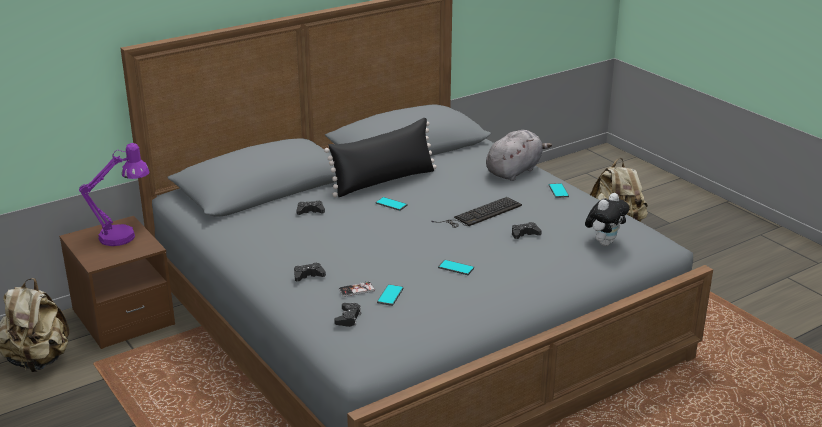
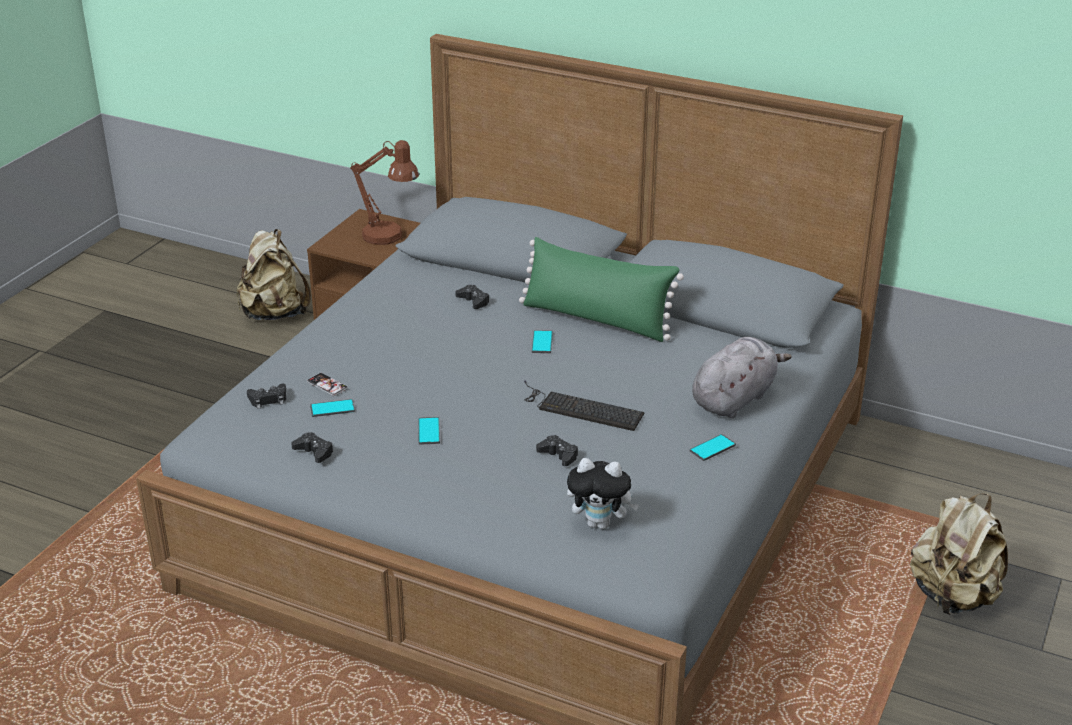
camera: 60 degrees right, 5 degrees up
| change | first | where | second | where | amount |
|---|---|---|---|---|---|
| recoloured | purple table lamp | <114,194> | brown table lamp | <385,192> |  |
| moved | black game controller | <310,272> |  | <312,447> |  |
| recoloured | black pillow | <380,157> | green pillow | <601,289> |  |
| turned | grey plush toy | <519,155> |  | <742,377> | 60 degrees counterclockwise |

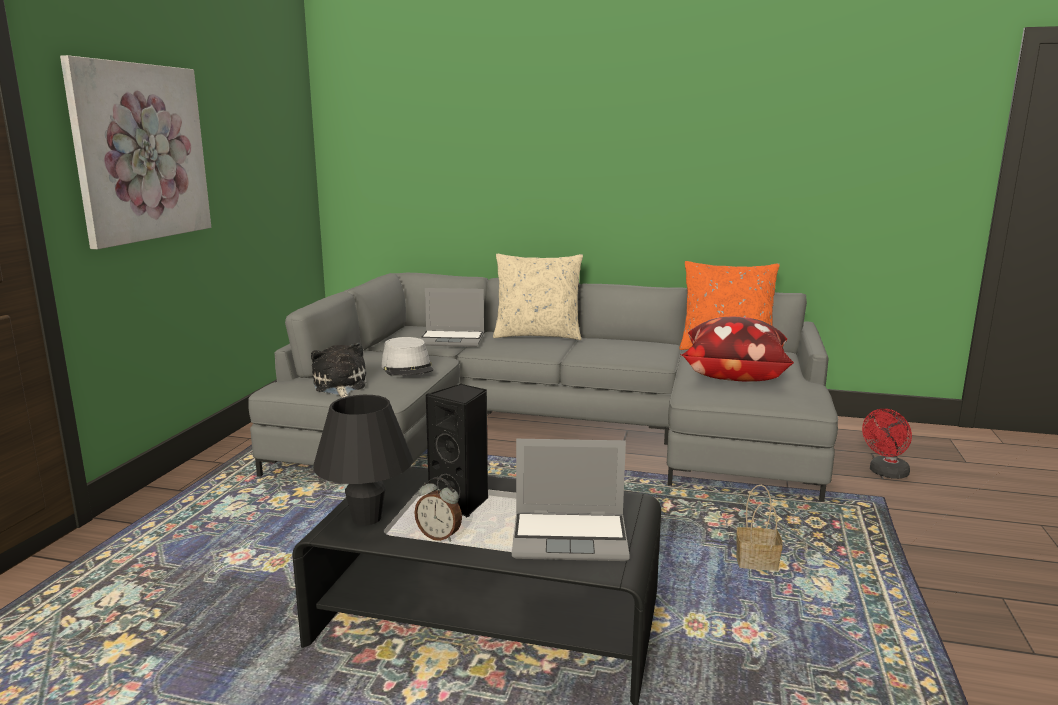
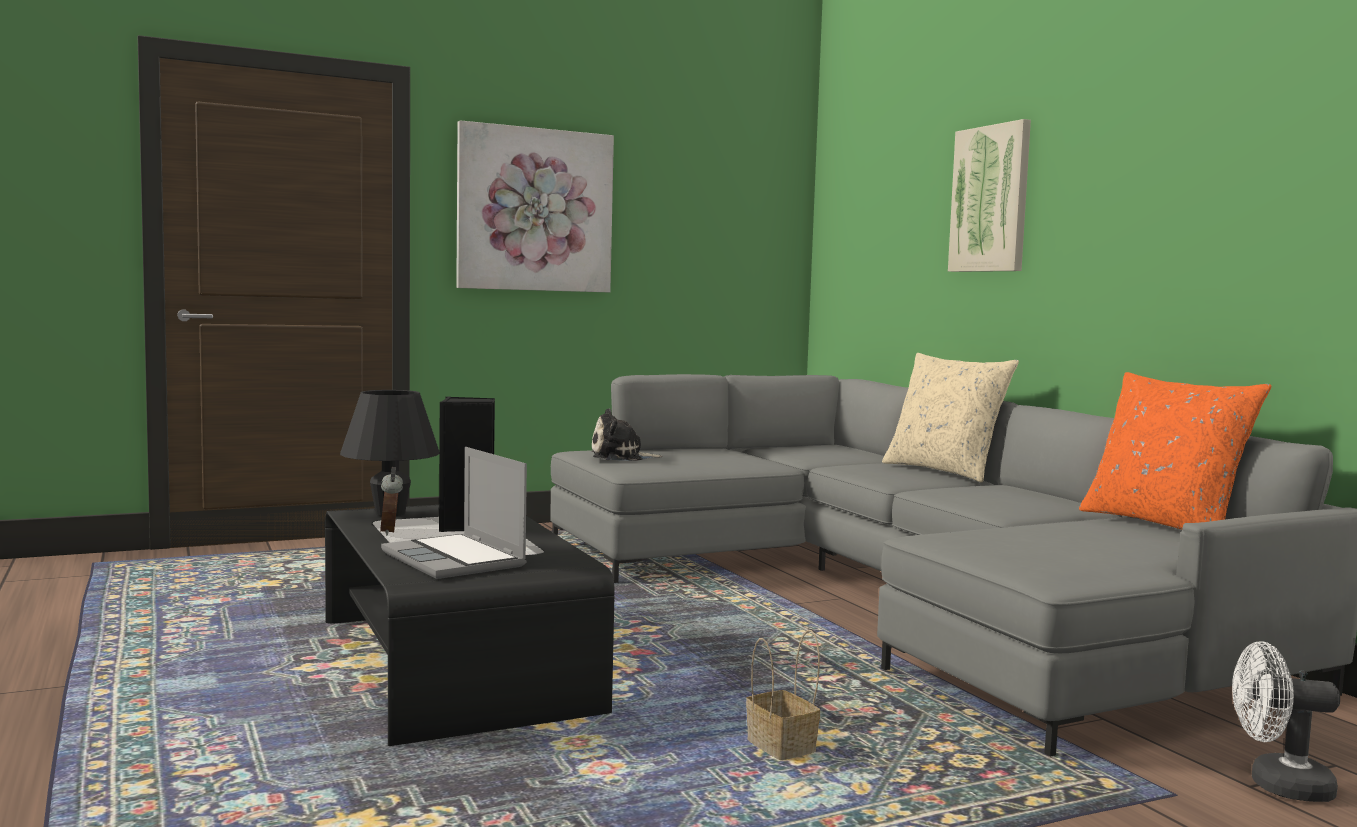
camera: 50 degrees right, 10 degrees down
| change | first | where | second | where | amount |
|---|---|---|---|---|---|
| turned | plush toy | <338,370> |  | <627,434> | 135 degrees counterclockwise |
| removed | grey hat | <407,356> |  |  |  |
| removed | laptop | <452,317> |  |  |  |
| removed | pillow | <737,349> |  |  |  |
| recoloured | red fan | <887,444> | white fan | <1286,721> |  |
| added |  |  | picture | <989,195> |  |

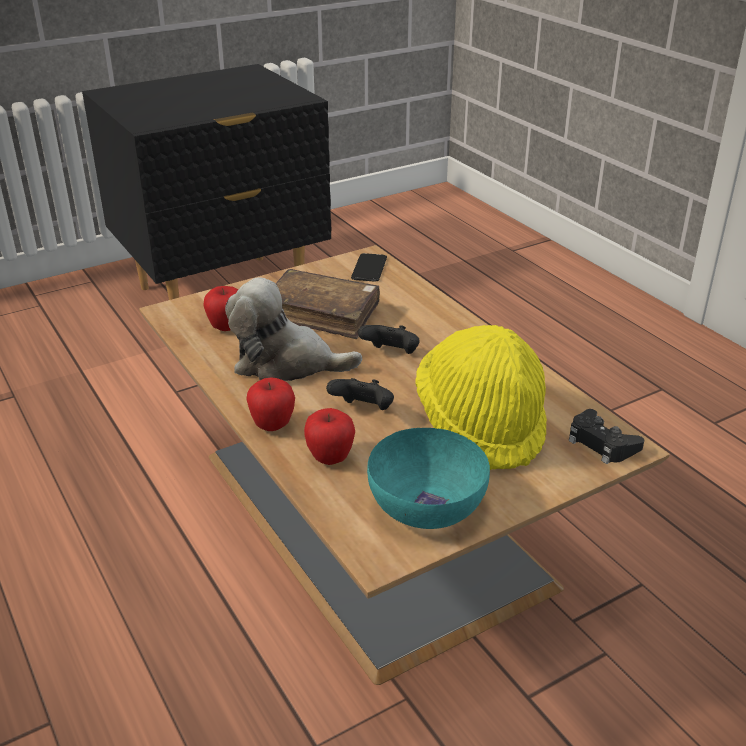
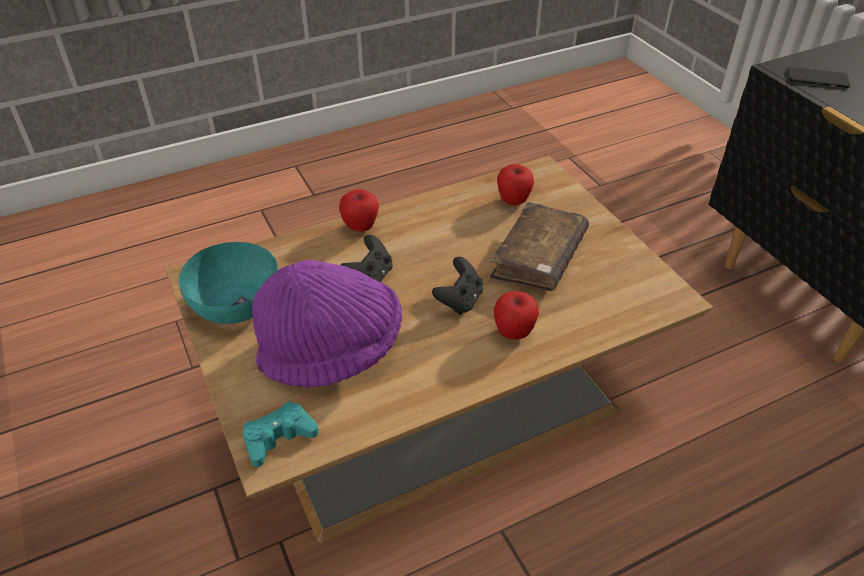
camera: 95 degrees right, 10 degrees up
| change | first | where | second | where | amount |
|---|---|---|---|---|---|
| removed | plush toy | <293,329> |  |  |  |
| moved | apple | <329,436> |  | <516,315> |  |
| moved | phone | <369,267> |  | <819,77> |  |
| recoloured | yellow hat | <481,397> | purple hat | <327,324> |  |
| recoloured | black game controller | <606,436> | turquoise game controller | <280,434> |  |

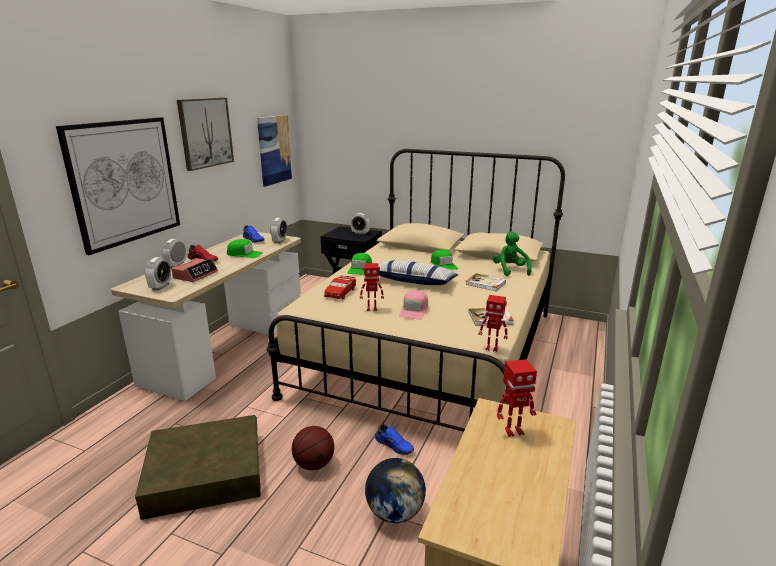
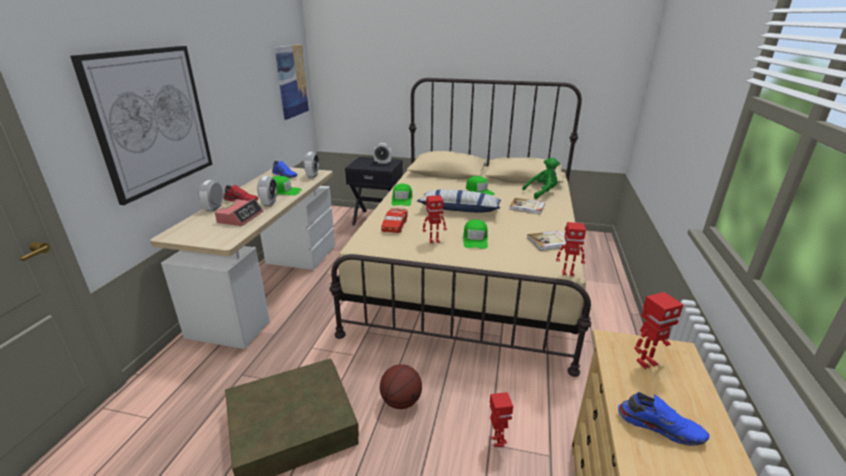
camera: 10 degrees left, 5 degrees up
| change | first | where | second | where | amount |
|---|---|---|---|---|---|
| moved | alarm clock | <158,273> |  | <267,191> |  |
| removed | picture | <205,134> |  |  |  |
| replaced | globe | <395,490> | toy robot | <501,419> |  |
| moved | blue shoe | <394,439> |  | <663,419> |  |
| recoloured | pink cap | <413,305> | green cap | <475,234> |  |
| turned | green plush toy | <512,253> |  | <541,178> | 90 degrees clockwise |

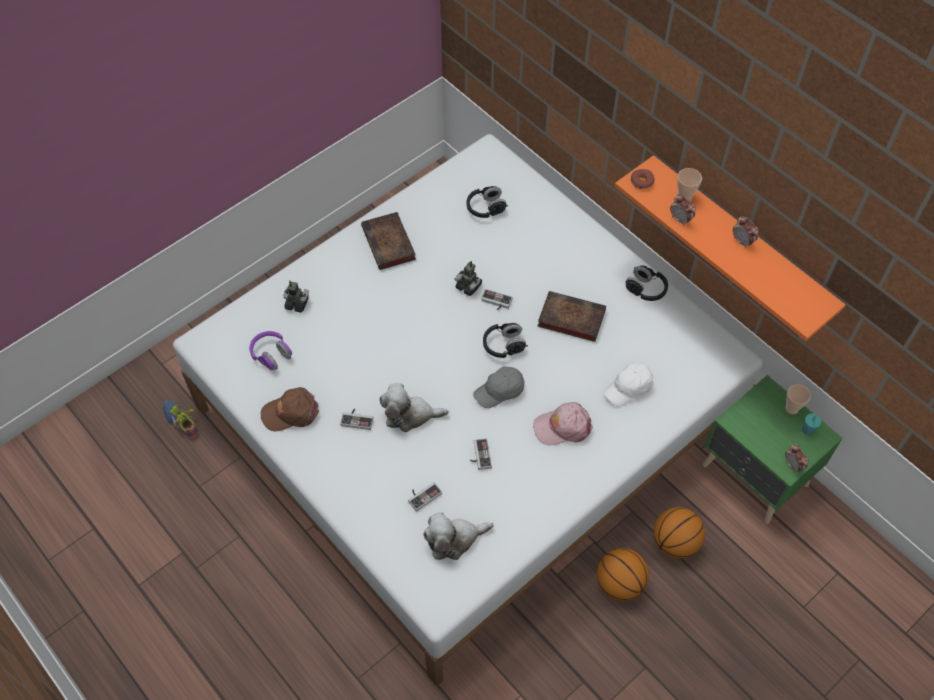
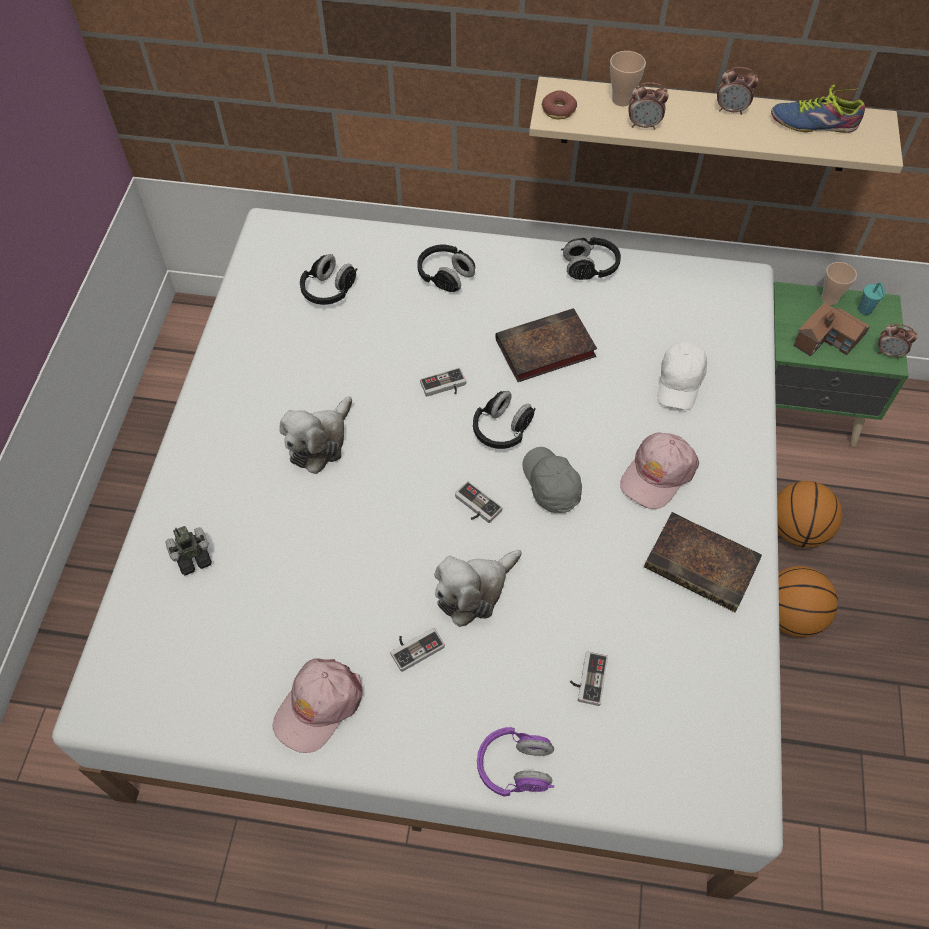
camera: 40 degrees left, 0 degrees up
| change | first | where | second | where | amount |
|---|---|---|---|---|---|
| moved | shoe | <180,419> |  | <818,109> |  |
| moved | purple headphones | <270,350> |  | <515,762> |  |
| recoloured | brown cap | <290,409> | pink cap | <318,705> |  |
| moved | book | <388,241> |  | <703,562> |  |
| moved | plush toy | <458,536> |  | <316,435> |  |
| removed | toy robot | <468,278> |  |  |  |
| moved | game controller | <481,454> |  | <479,502> |  |
| turned | grey cap | <499,387> |  | <552,480> | 135 degrees clockwise |
| recoloured | orange shelf | <730,248> | beige shelf | <716,125> |  |
| added |  |  | black headphones | <446,268> |  |
| added |  |  | toy house | <832,329> |  |

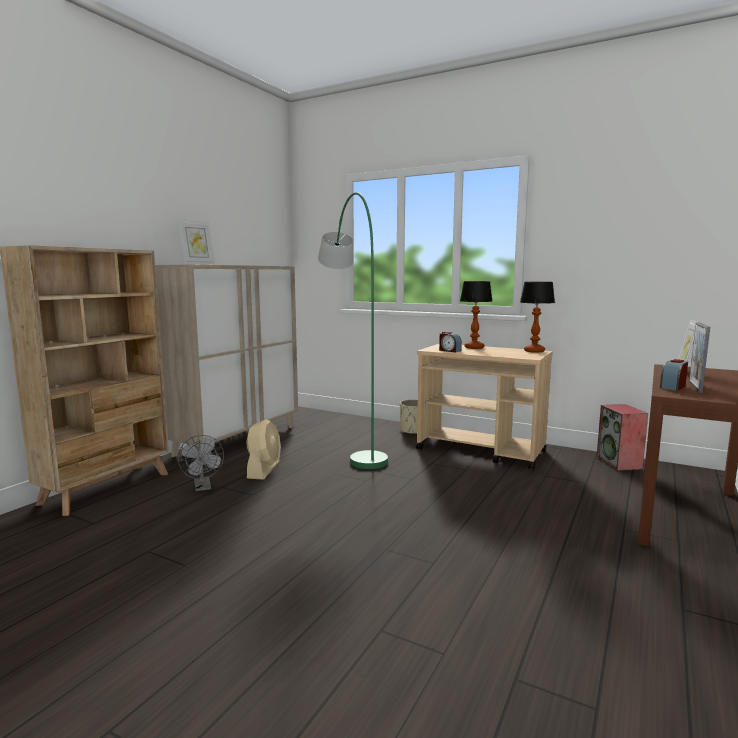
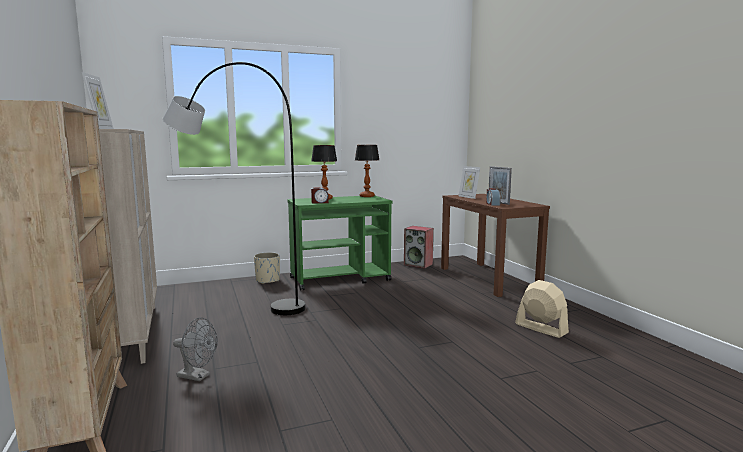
camera: 50 degrees left, 0 degrees up
| change | first | where | second | where | amount |
|---|---|---|---|---|---|
| moved | beige fan | <263,449> |  | <542,309> |  |
| recoloured | green floor lamp | <353,330> | grey floor lamp | <234,188> |  |
| recoloured | beige cart | <484,407> | green cart | <339,243> |  |

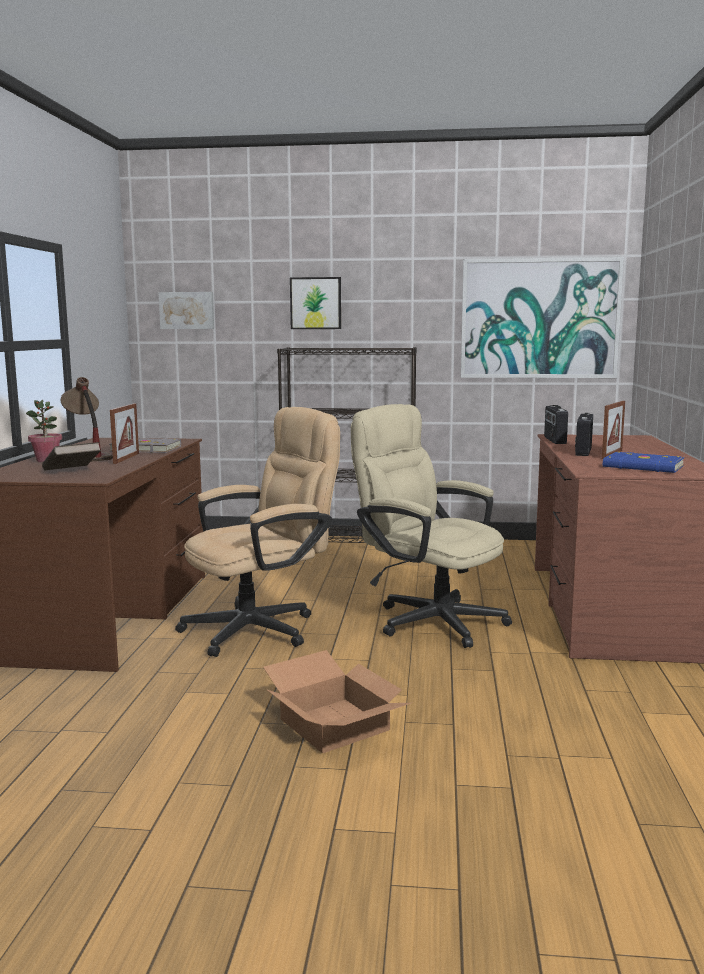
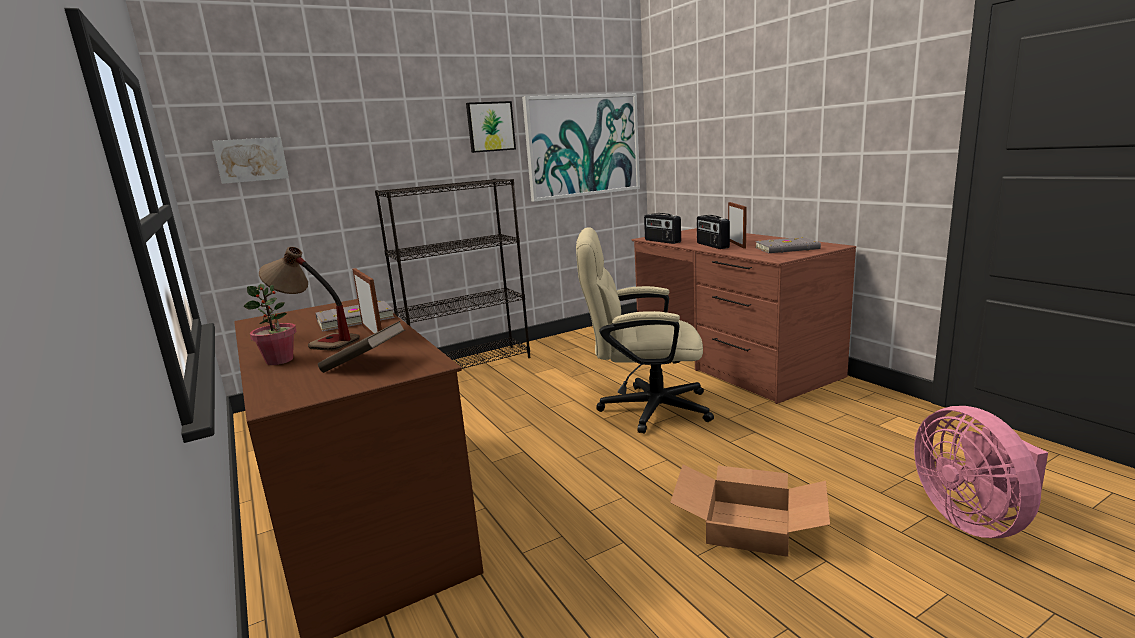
camera: 35 degrees left, 5 degrees up
| change | first | where | second | where | amount |
|---|---|---|---|---|---|
| removed | beige office chair | <257,532> |  |  |  |
| moved | picture | <315,303> |  | <491,127> |  |
| recoloured | blue book | <643,462> | grey book | <788,245> |  |
| added |  |  | pink fan | <981,472> |  |

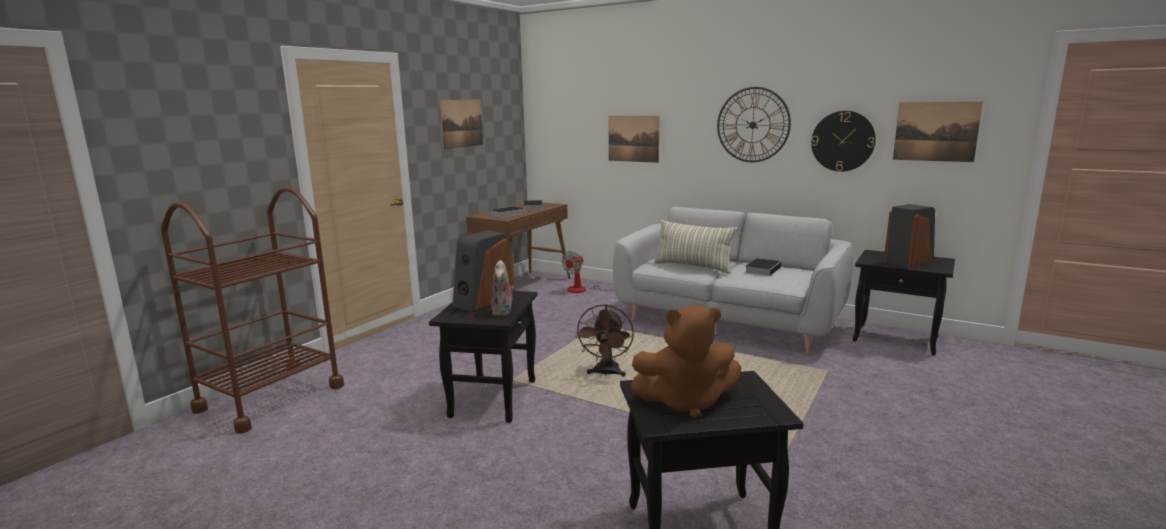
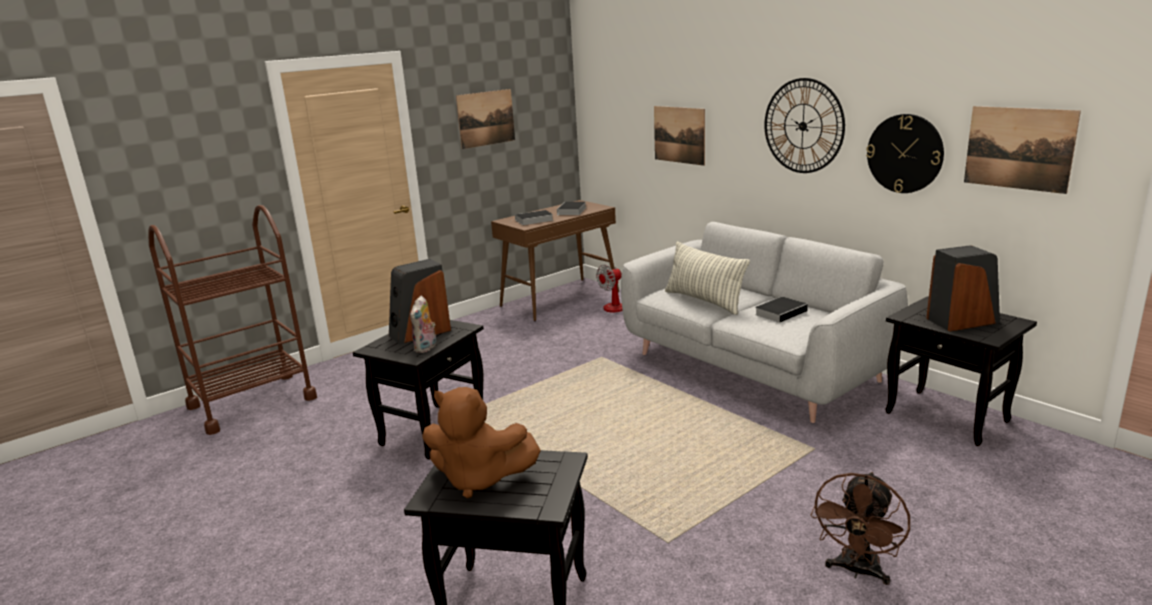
camera: 20 degrees right, 5 degrees up
| change | first | where | second | where | amount |
|---|---|---|---|---|---|
| moved | brown fan | <604,340> |  | <860,528> |  |

